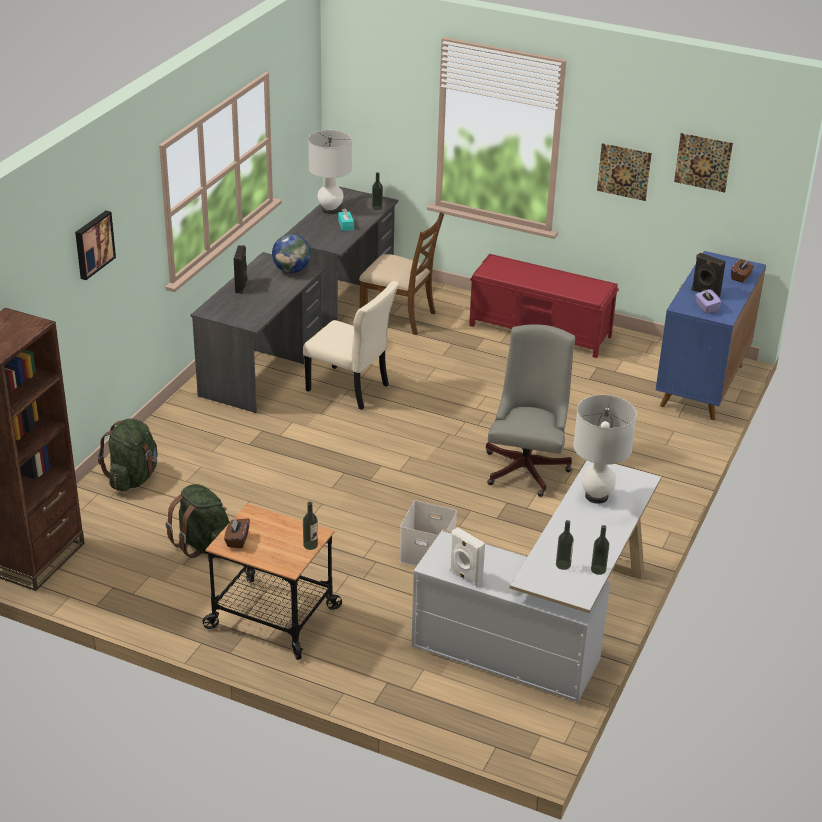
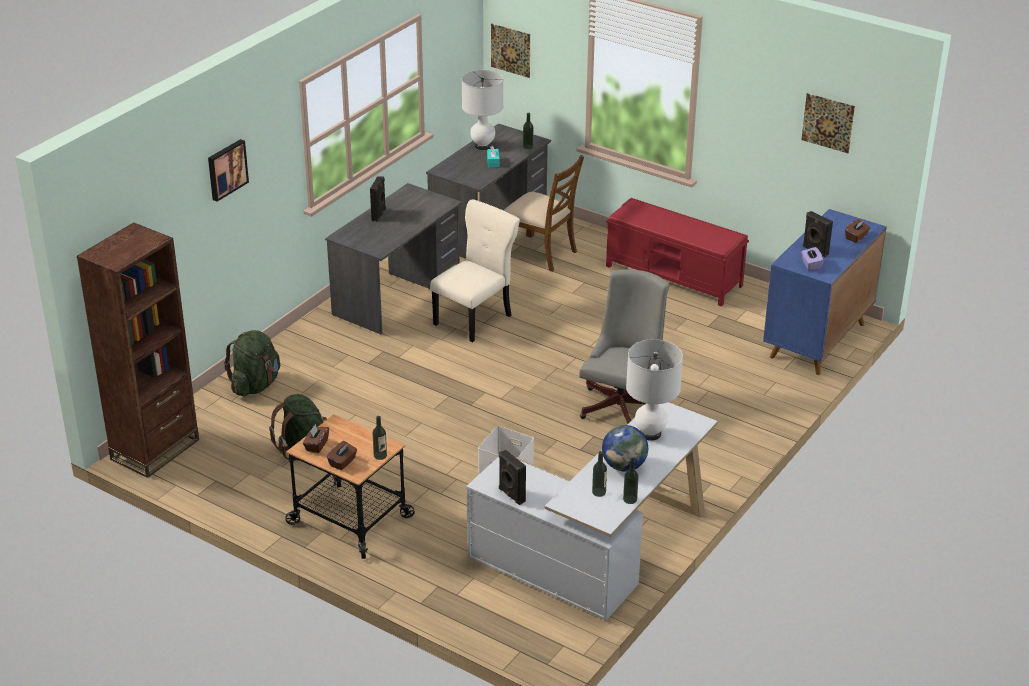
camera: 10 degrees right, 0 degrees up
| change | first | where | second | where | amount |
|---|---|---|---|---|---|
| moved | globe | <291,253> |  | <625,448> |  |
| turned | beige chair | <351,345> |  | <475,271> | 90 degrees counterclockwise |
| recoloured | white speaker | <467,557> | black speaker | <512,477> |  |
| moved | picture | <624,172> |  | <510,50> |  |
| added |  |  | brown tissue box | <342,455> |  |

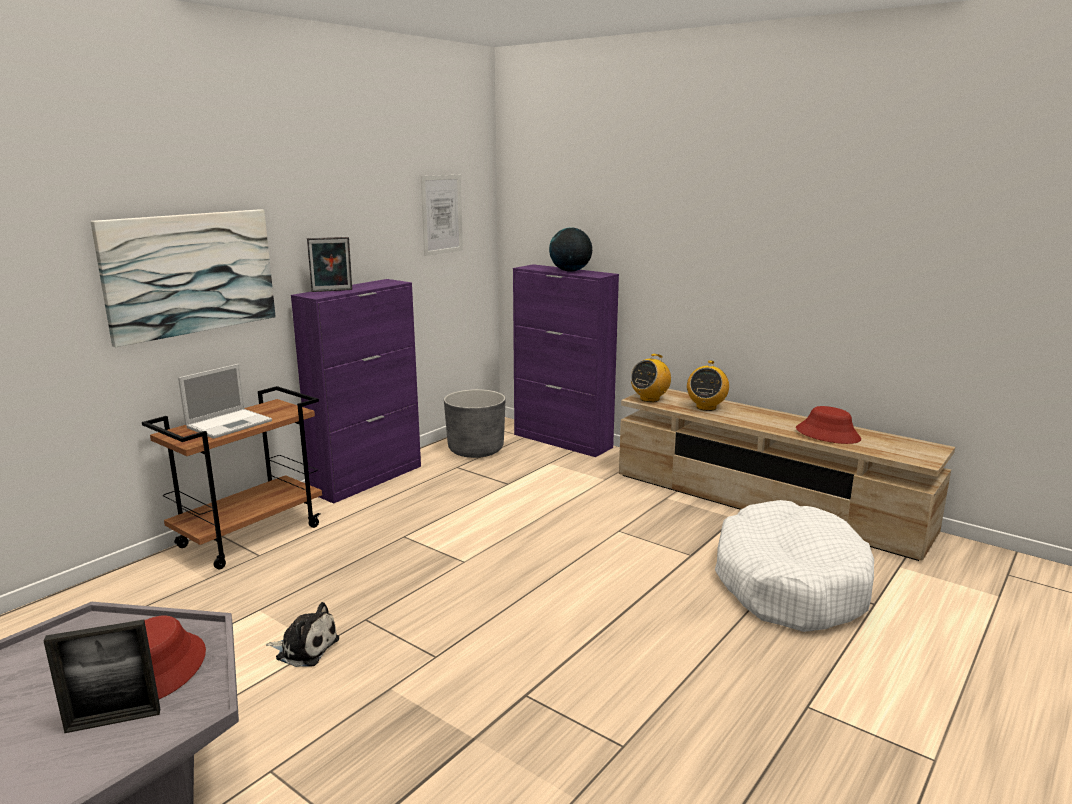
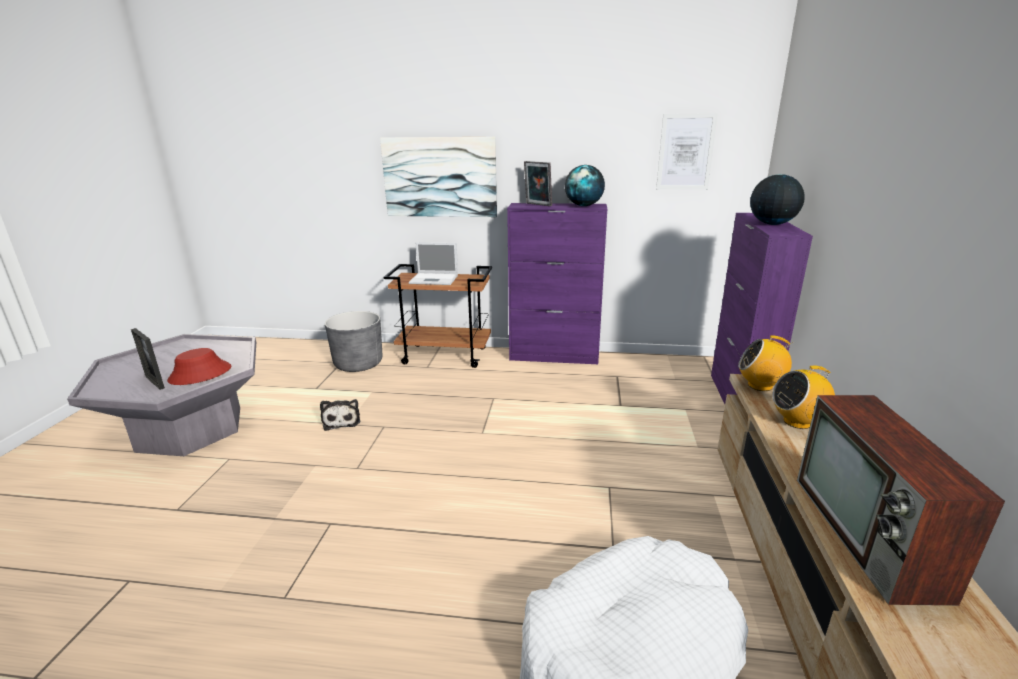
camera: 60 degrees right, 5 degrees up
| change | first | where | second | where | amount |
|---|---|---|---|---|---|
| moved | grey planter | <474,423> |  | <353,341> |  |
| replaced | red hat | <828,425> | television | <901,500> |  |
| added |  |  | globe | <585,185> |  |

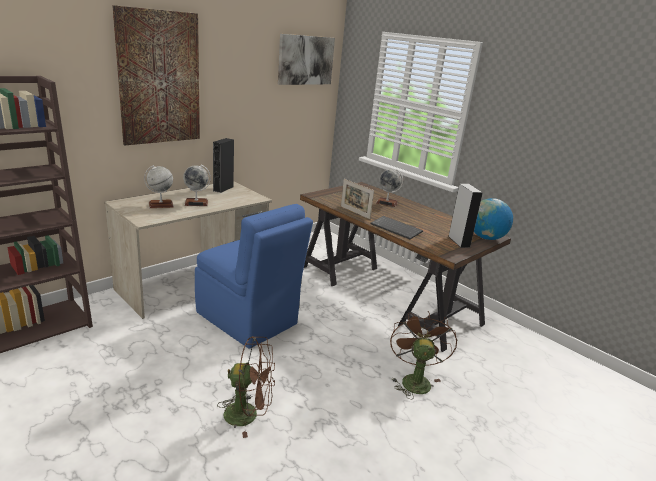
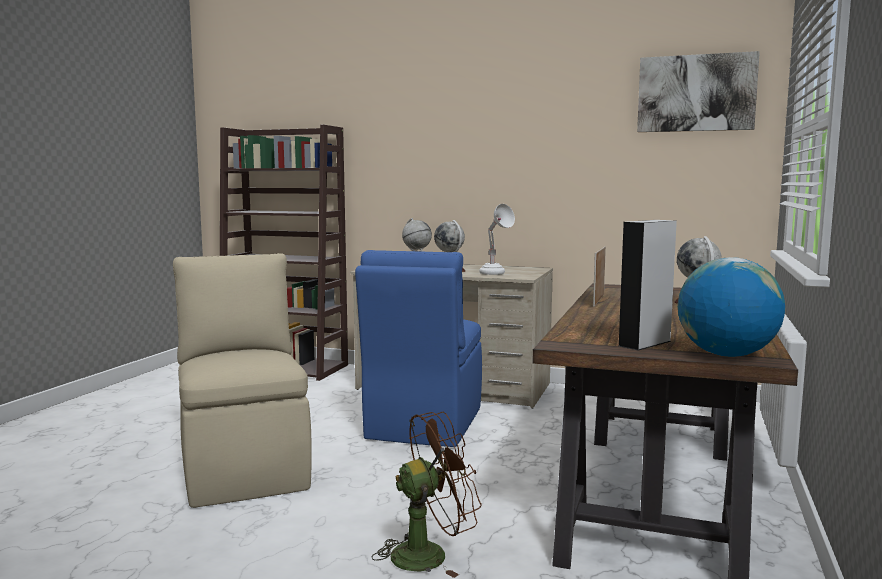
camera: 65 degrees right, 15 degrees down
| change | first | where | second | where | amount |
|---|---|---|---|---|---|
| removed | picture | <156,75> |  |  |  |
| removed | black speaker | <223,165> |  |  |  |
| replaced | brown fan | <246,387> | beige chair | <242,380> |  |
| removed | keyboard | <396,227> |  |  |  |
| added |  |  | white table lamp | <497,239> |  |

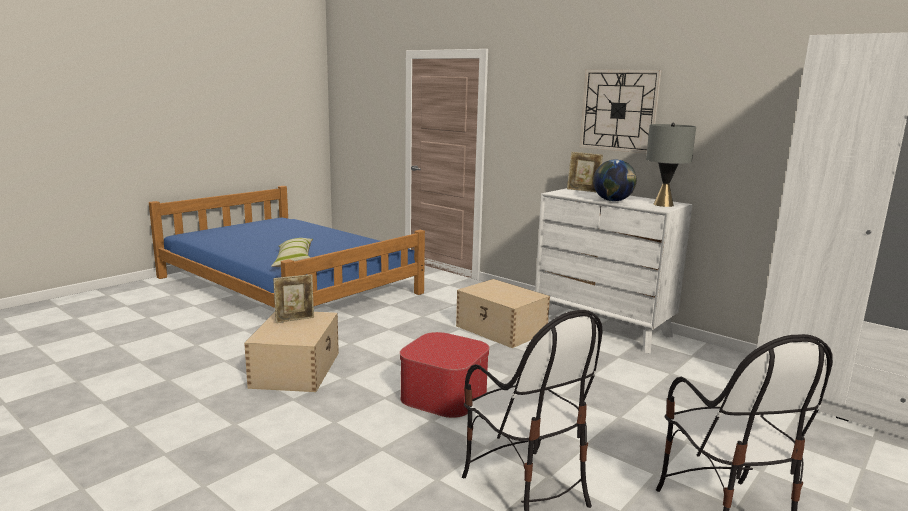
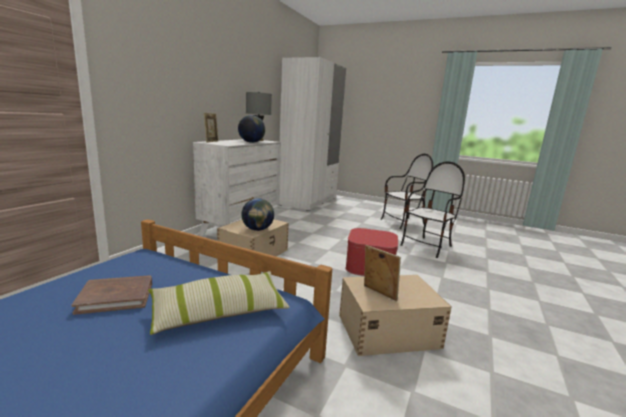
camera: 105 degrees left, 0 degrees up
| change | first | where | second | where | amount |
|---|---|---|---|---|---|
| removed | wall clock | <620,112> |  |  |  |
| added |  |  | brown book | <112,295> |  |
| added |  |  | globe | <257,214> |  |

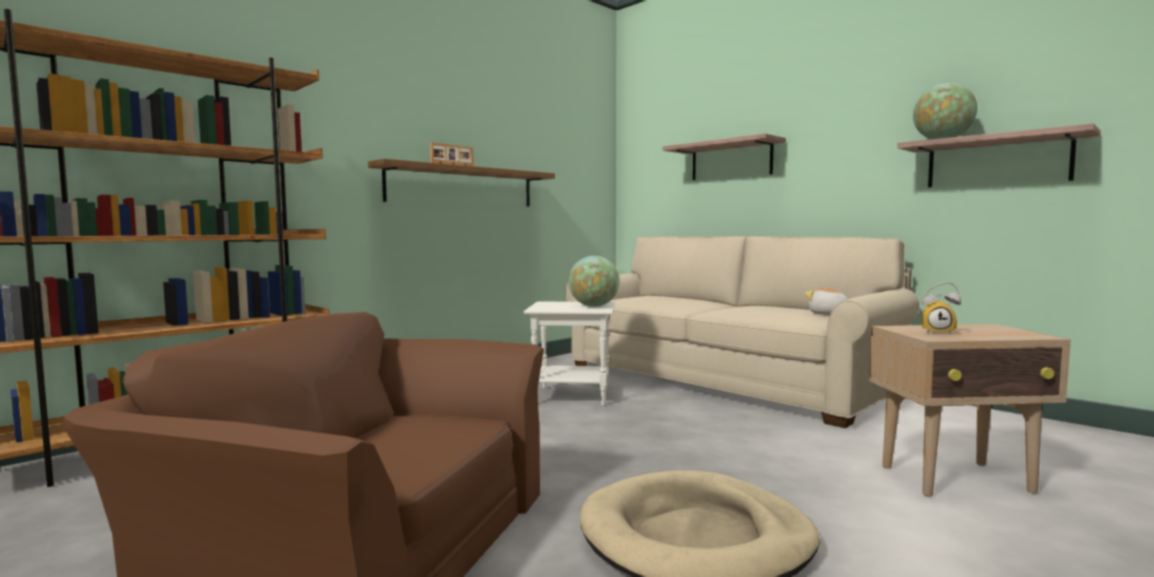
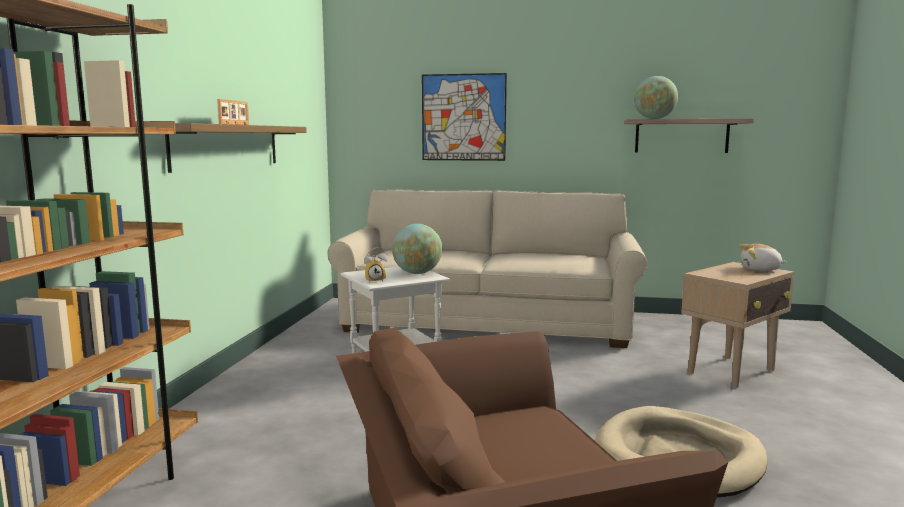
camera: 35 degrees left, 5 degrees up
| change | first | where | second | where | amount |
|---|---|---|---|---|---|
| replaced | shelf | <724,156> | picture | <464,117> |  |
| moved | plush toy | <826,301> |  | <763,257> |  |
| moved | alarm clock | <941,308> |  | <376,264> |  |

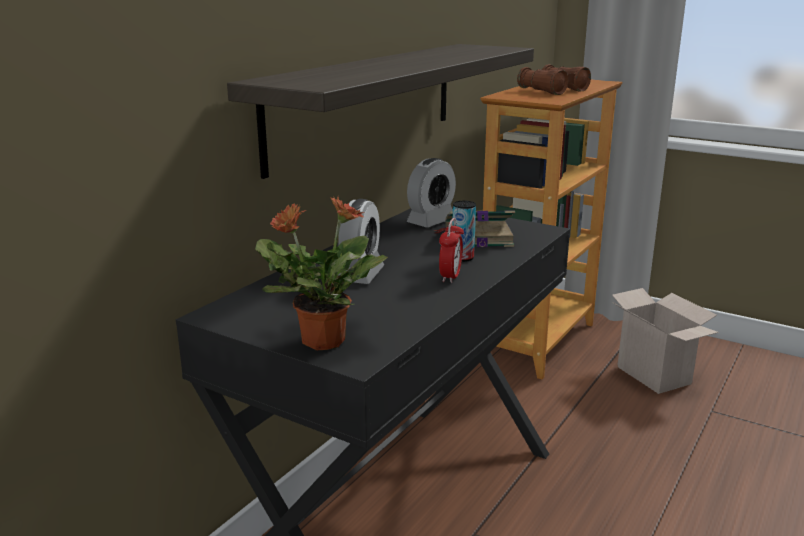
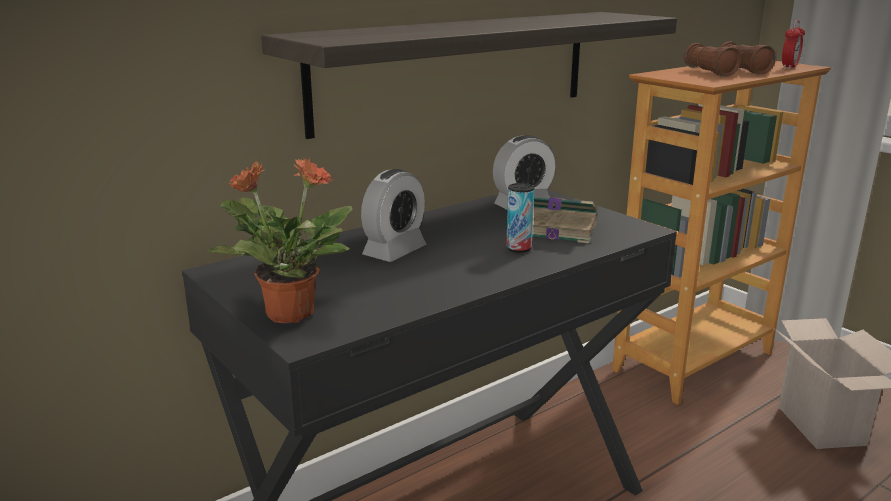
camera: 20 degrees right, 0 degrees up
| change | first | where | second | where | amount |
|---|---|---|---|---|---|
| moved | alarm clock | <451,250> |  | <793,44> |  |

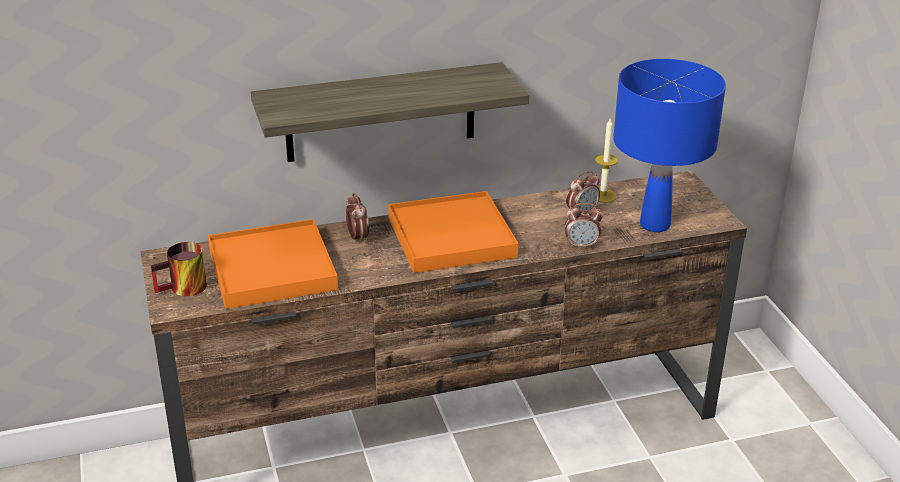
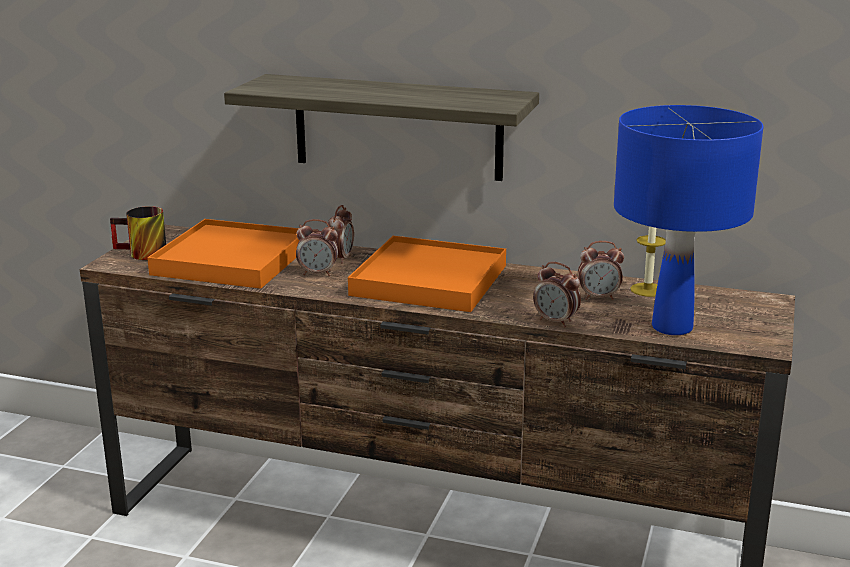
camera: 35 degrees right, 10 degrees down
| change | first | where | second | where | amount |
|---|---|---|---|---|---|
| added |  |  | alarm clock | <317,247> |  |

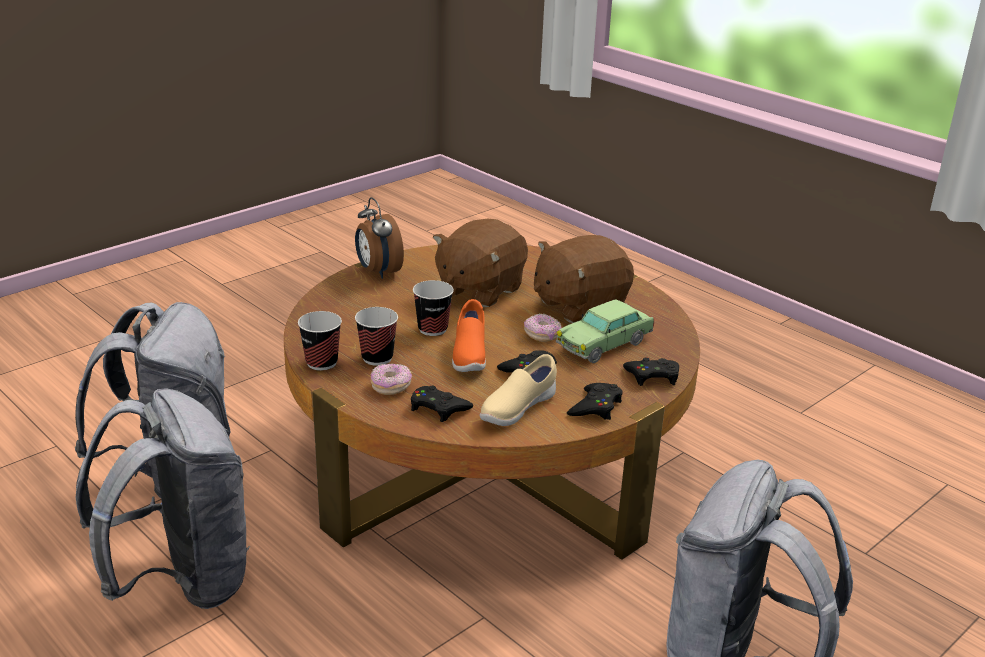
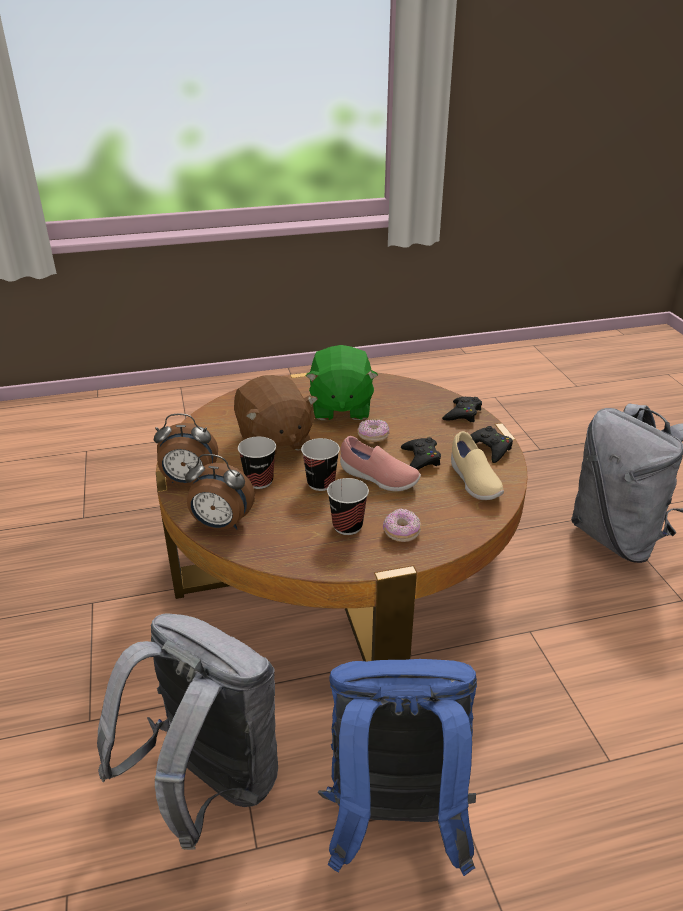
camera: 60 degrees left, 5 degrees up
| change | first | where | second | where | amount |
|---|---|---|---|---|---|
| recoloured | grey backpack | <162,498> | blue backpack | <397,767> |  |
| moved | cup | <320,341> |  | <257,462> |  |
| removed | black game controller | <442,404> |  |  |  |
| recoloured | orange shoe | <469,335> | pink shoe | <380,463> |  |
| recoloured | brown plush toy | <584,279> | green plush toy | <342,382> |  |
| removed | toy car | <605,331> |  |  |  |
| added |  |  | alarm clock | <220,492> |  |

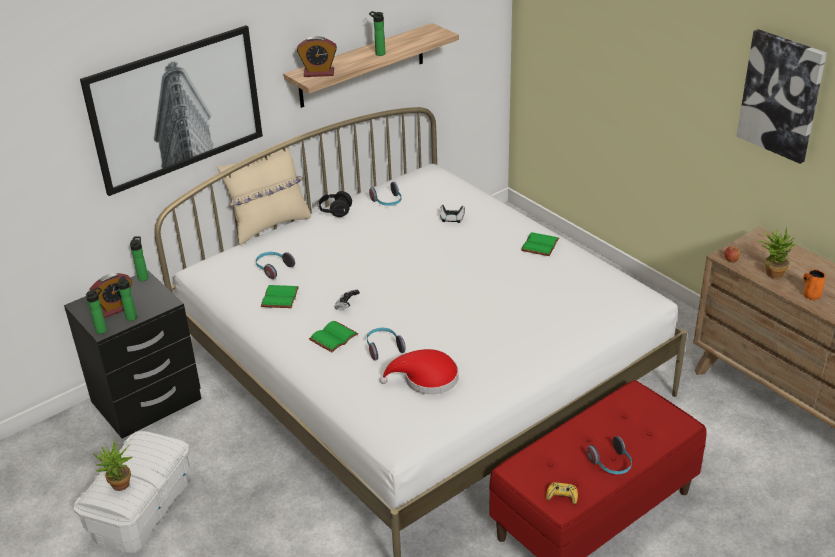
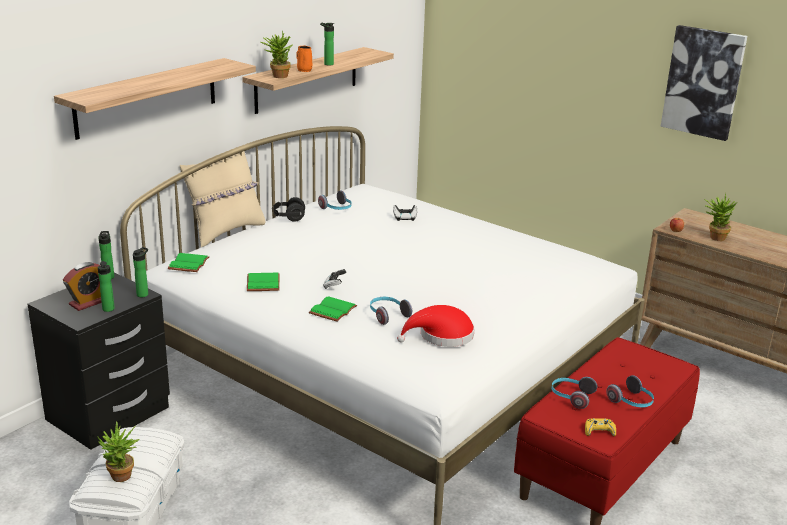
camera: 15 degrees left, 10 degrees down
| change | first | where | second | where | amount |
|---|---|---|---|---|---|
| replaced | picture | <171,110> | shelf | <155,99> |  |
| moved | bottle | <96,310> |  | <140,272> |  |
| moved | headphones | <275,265> |  | <574,393> |  |
| replaced | alarm clock | <317,56> | potted plant | <276,54> |  |
| moved | green book | <540,244> |  | <188,262> |  |
| moved | orange mug | <814,284> |  | <304,58> |  |

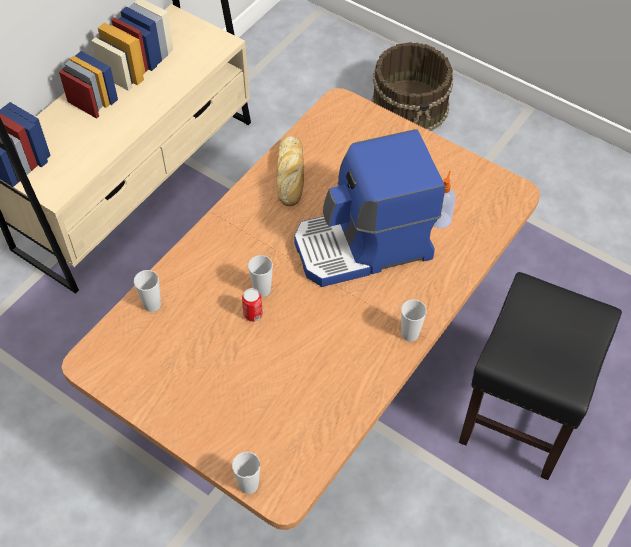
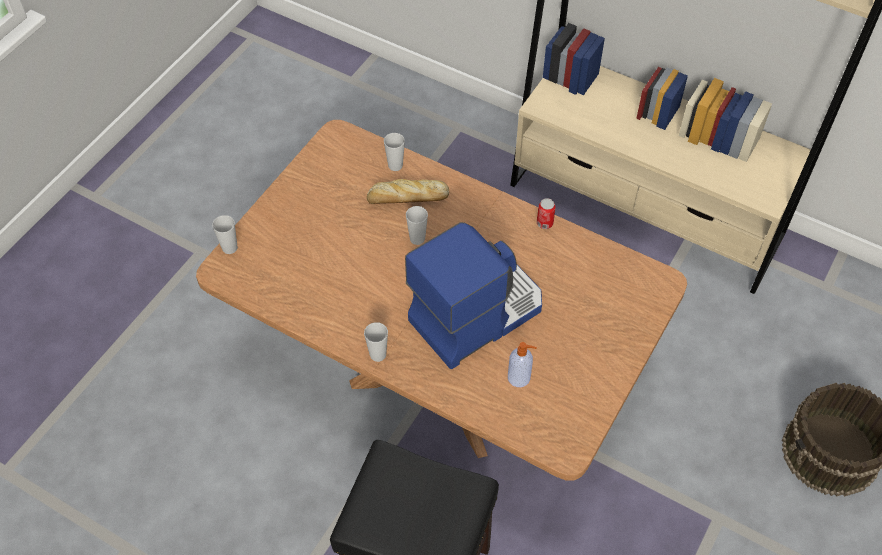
camera: 85 degrees right, 0 degrees up
| change | first | where | second | where | amount |
|---|---|---|---|---|---|
| moved | can | <252,305> |  | <546,213> |  |
| moved | bread | <290,171> |  | <408,191> |  |
| turned | coffee machine | <369,208> |  | <473,295> | 75 degrees clockwise |

